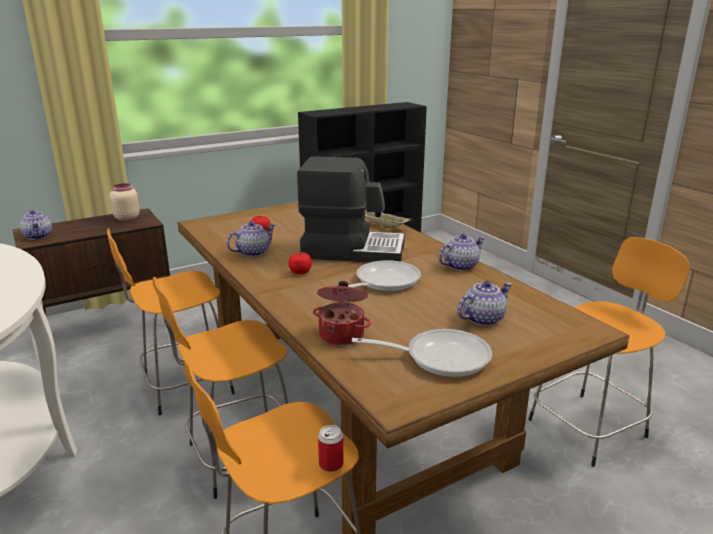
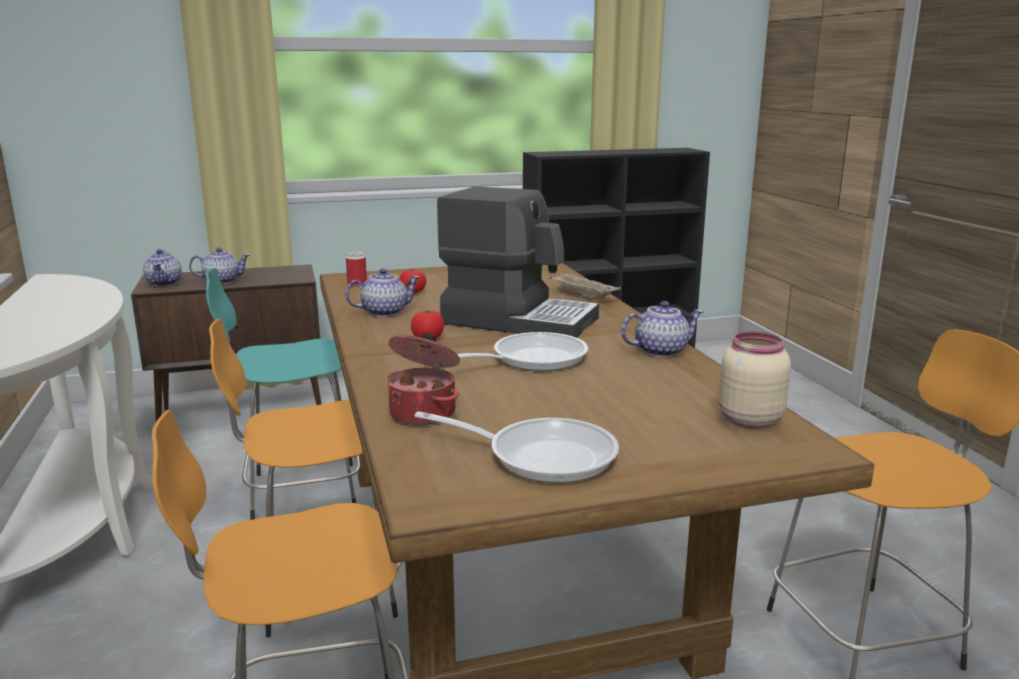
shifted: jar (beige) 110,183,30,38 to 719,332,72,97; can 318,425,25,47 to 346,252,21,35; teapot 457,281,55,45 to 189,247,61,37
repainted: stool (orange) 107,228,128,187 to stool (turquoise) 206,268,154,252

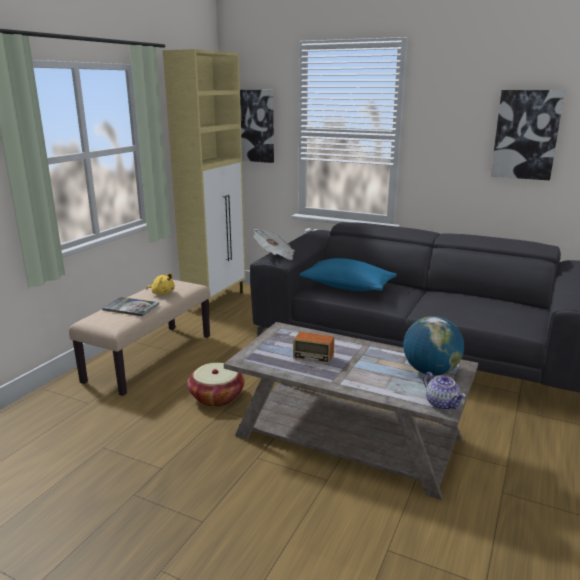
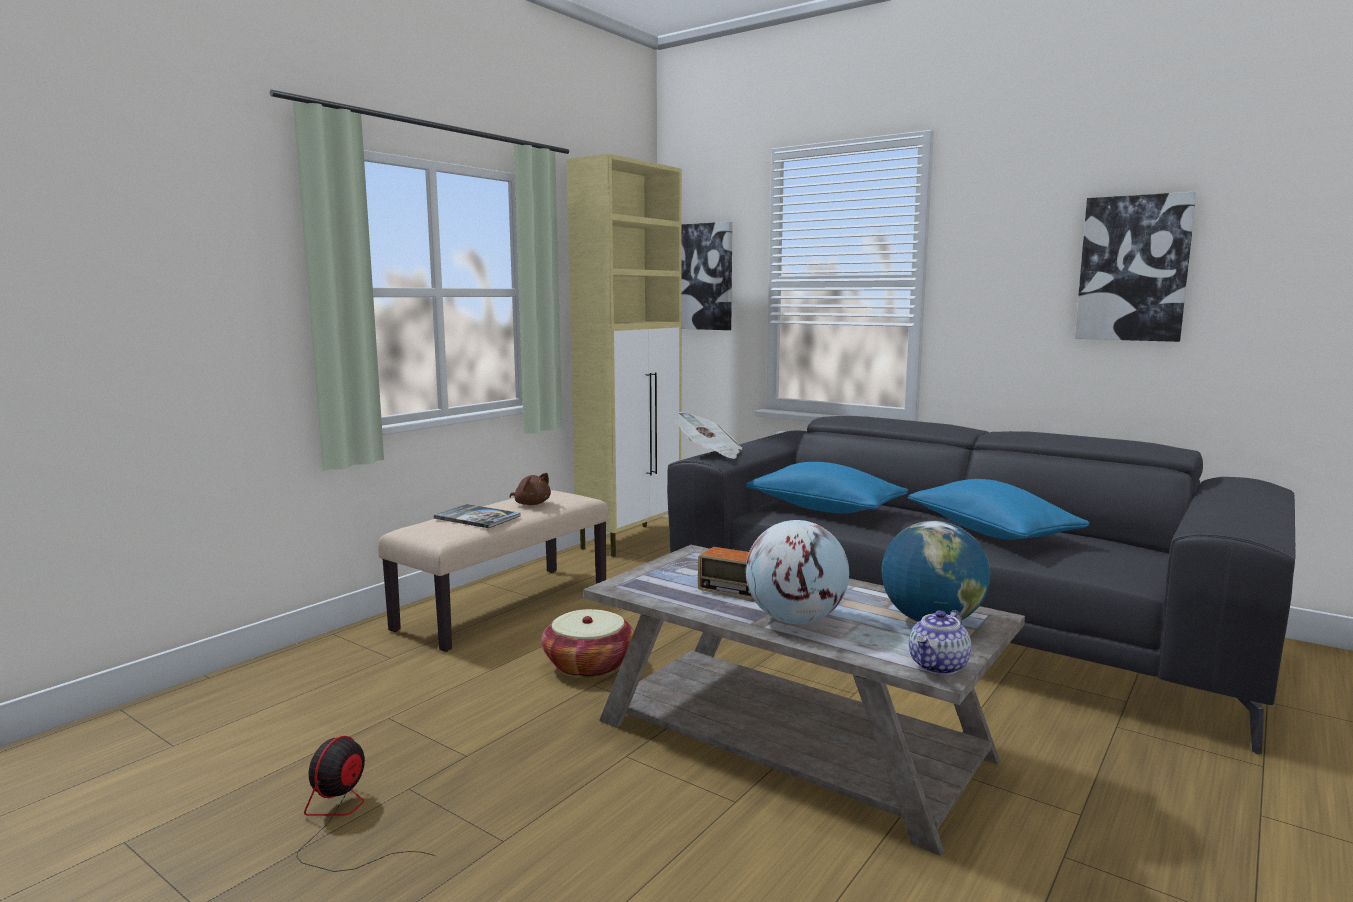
new: fan 297,736,138,136; globe 746,520,103,104; pillow (blue) 908,479,182,61
repainted: plush toy (yellow) 146,273,29,22 to plush toy (brown) 510,473,41,32
rotated: teapot 423,372,43,38 = 909,610,62,65 60 degrees clockwise

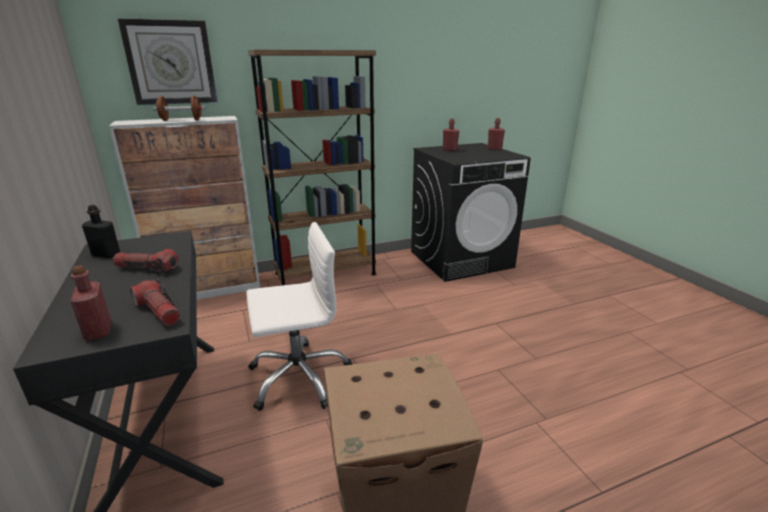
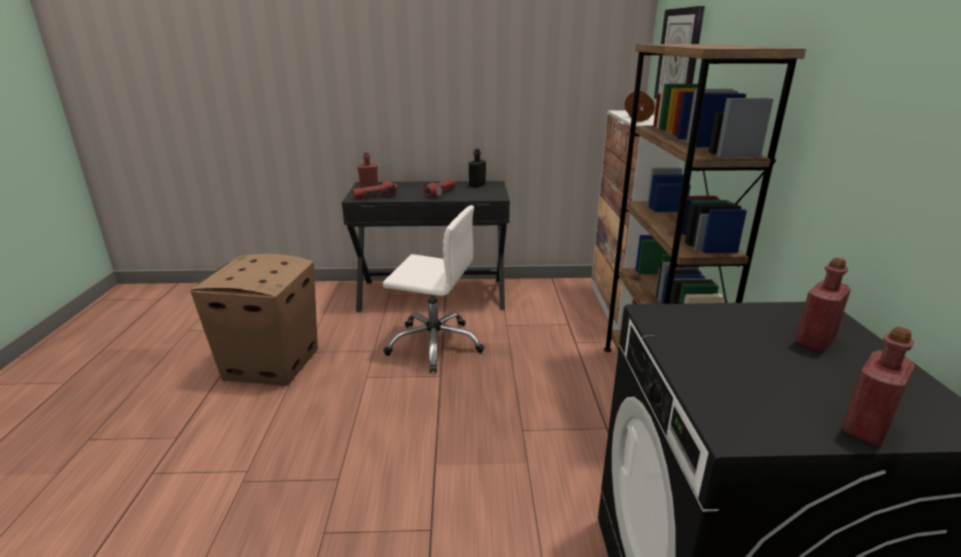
rotated: office chair (white) 246,222,106,189 = 383,205,102,168 75 degrees counterclockwise

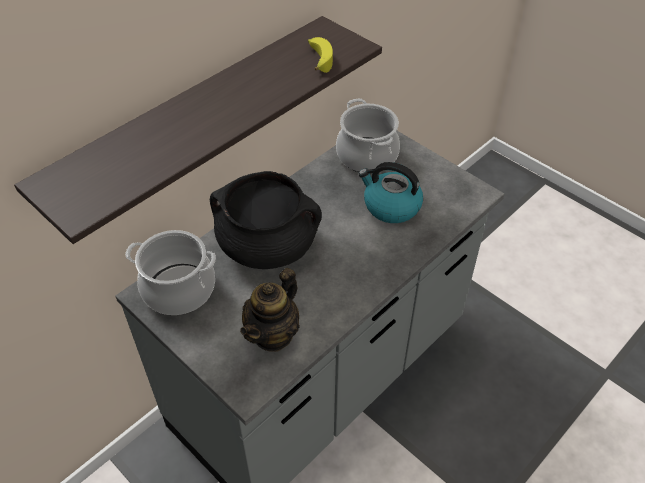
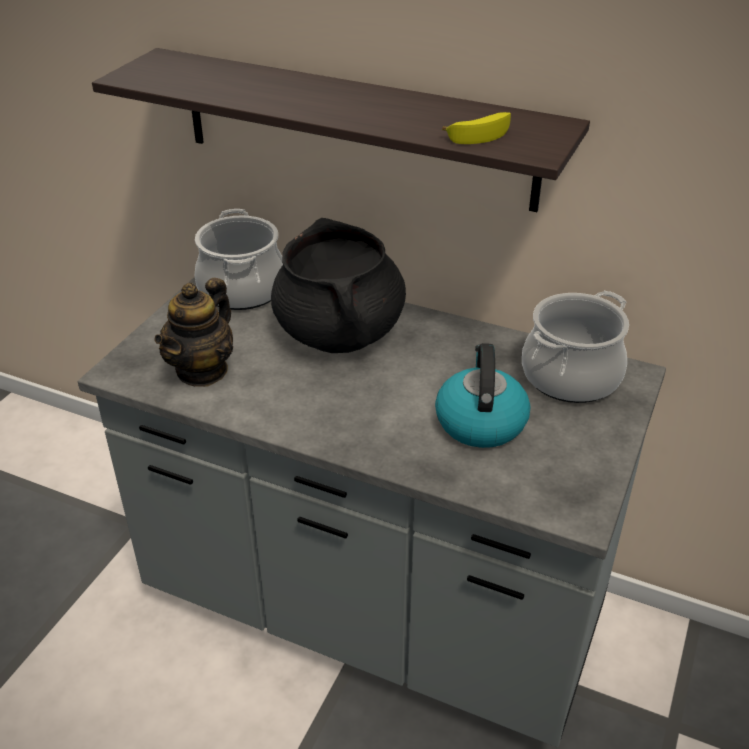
rotated: teapot 240,268,60,84 = 154,278,79,109 75 degrees counterclockwise

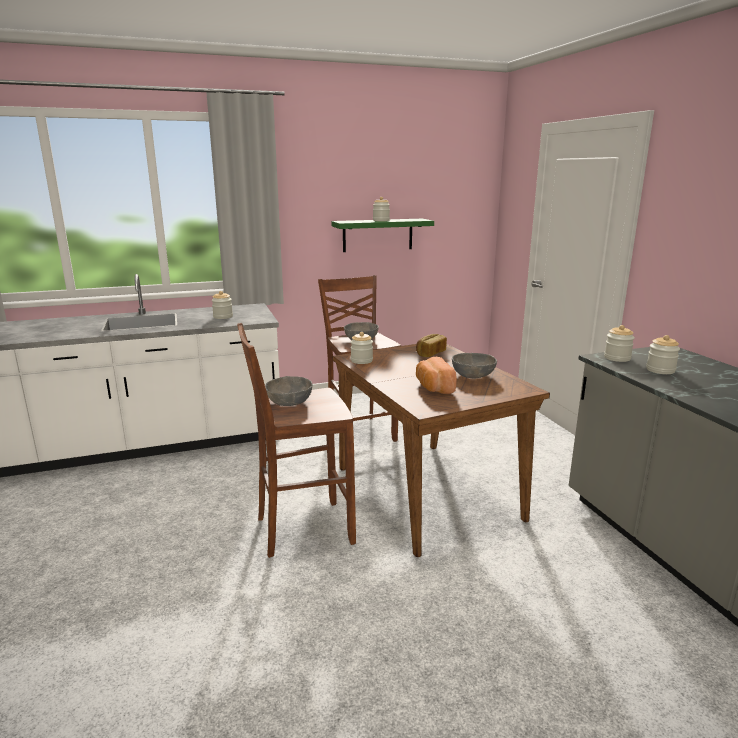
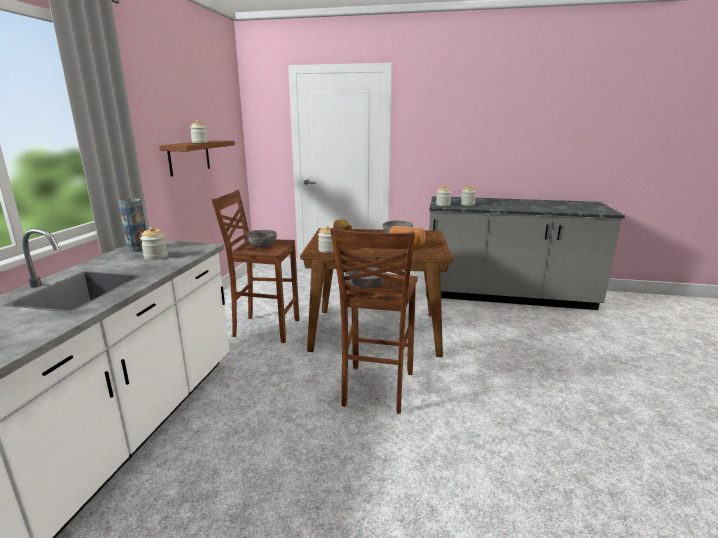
new: vase 118,199,28,53
repainted: shelf (green) 331,219,103,33 to shelf (brown) 159,140,76,36

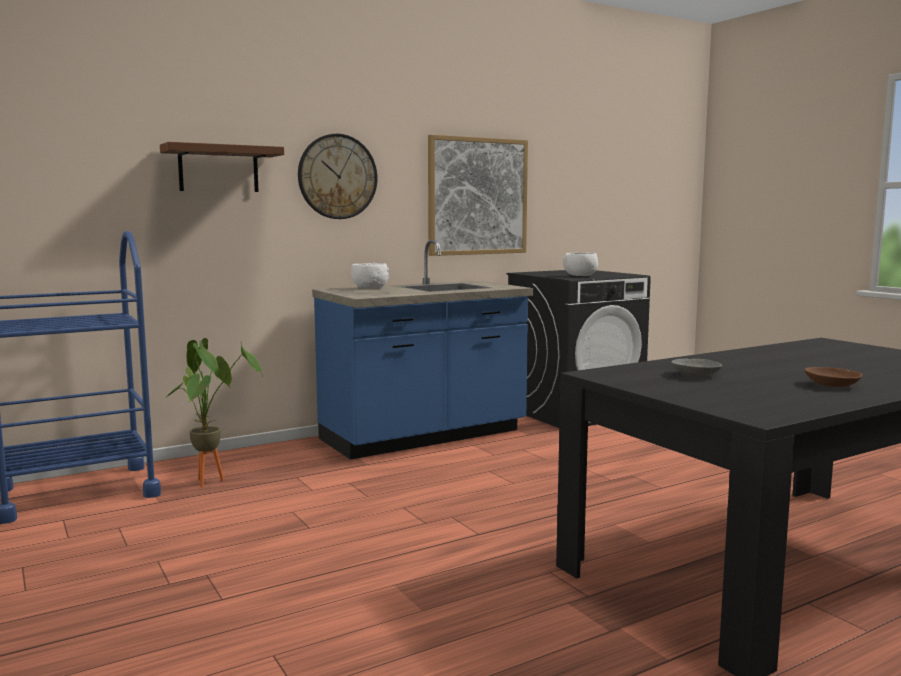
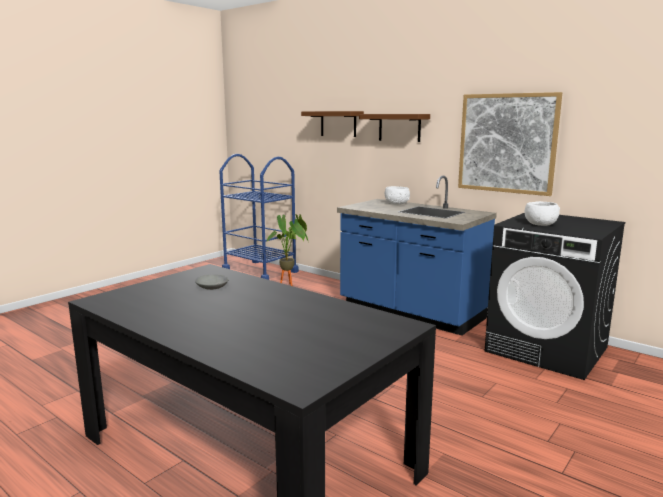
gone: bowl (brown) 805,367,57,20
swapped: wall clock 298,134,79,85 to shelf (brown) 359,114,71,28

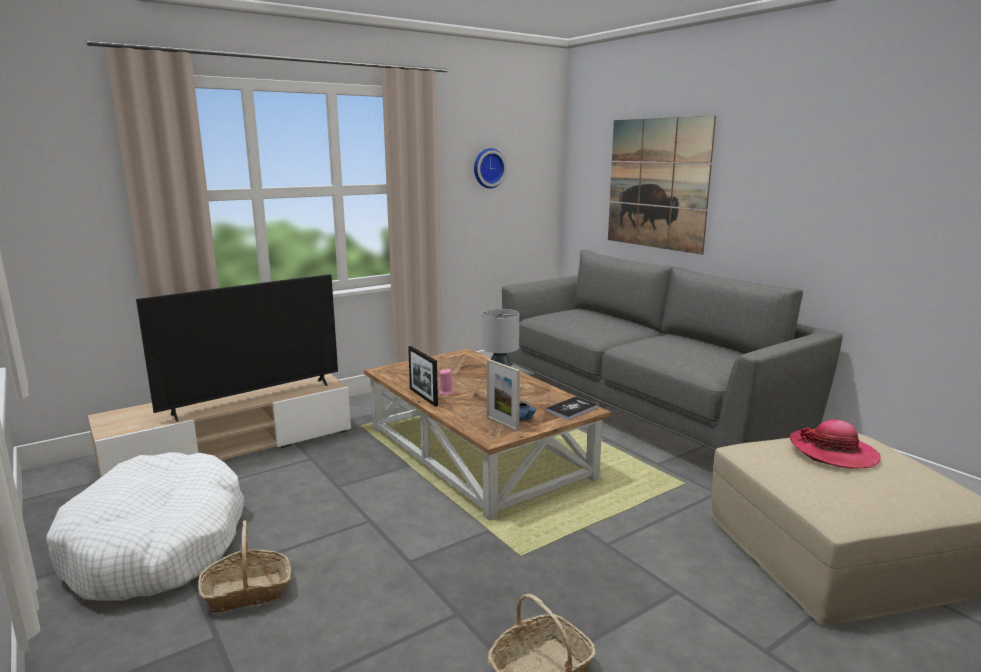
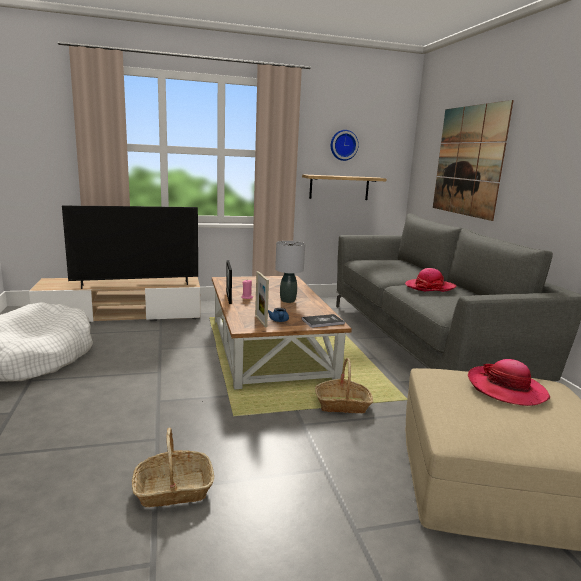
new: shelf 302,174,84,26; hat 405,268,52,24
shifted: basket 198,520,93,93 to 315,358,58,55

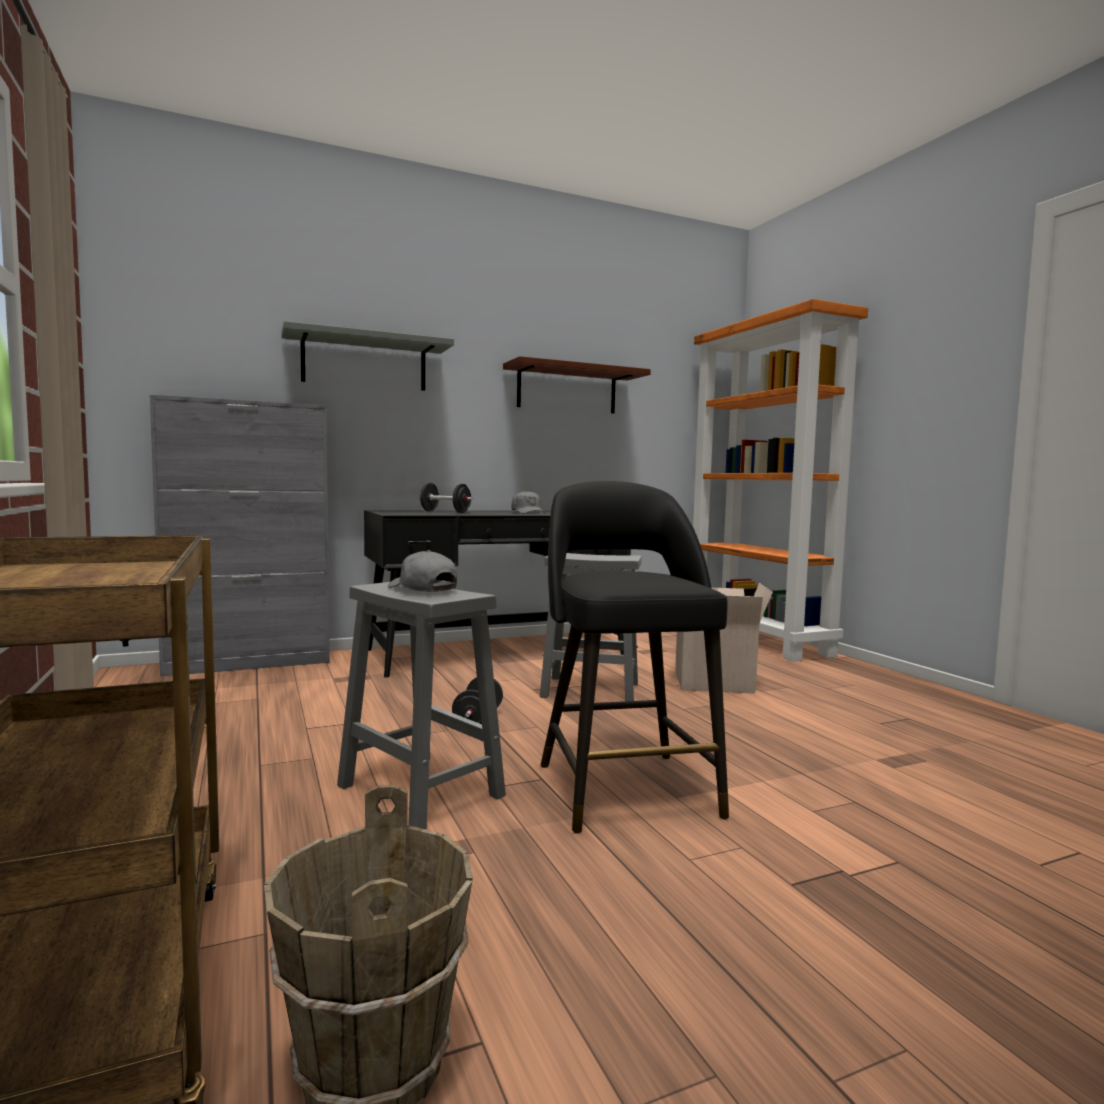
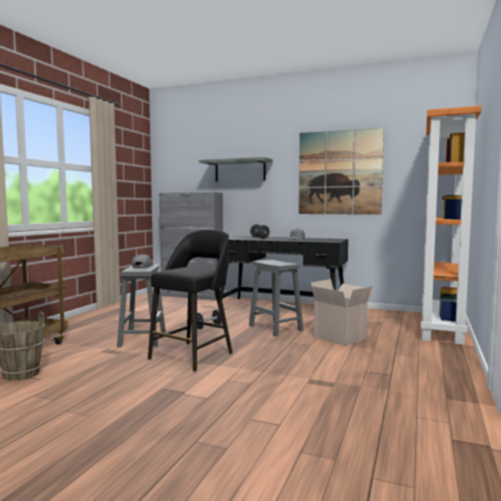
swapped: shelf (brown) 503,356,148,57 to picture 299,128,85,87

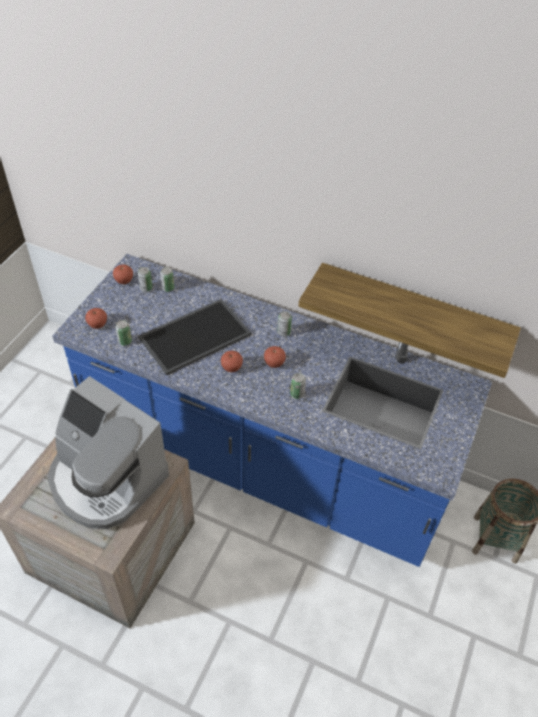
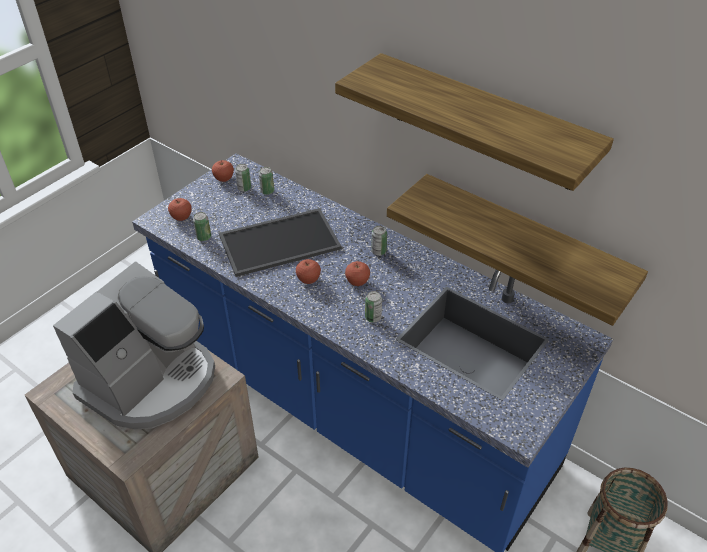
new: shelf 335,53,279,138
rotated: coffee machine 48,376,121,153 = 53,261,162,169 105 degrees counterclockwise

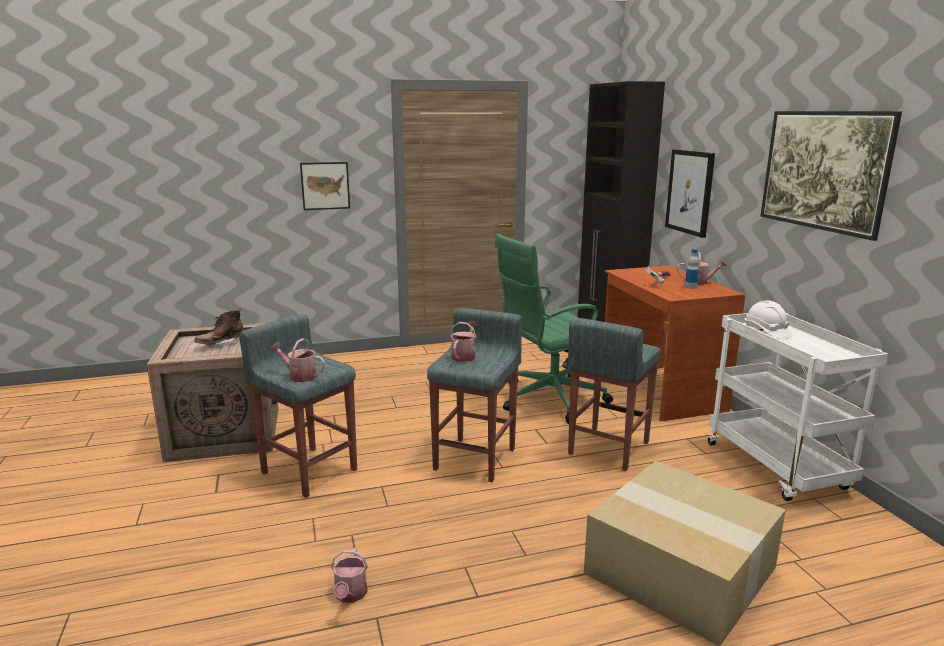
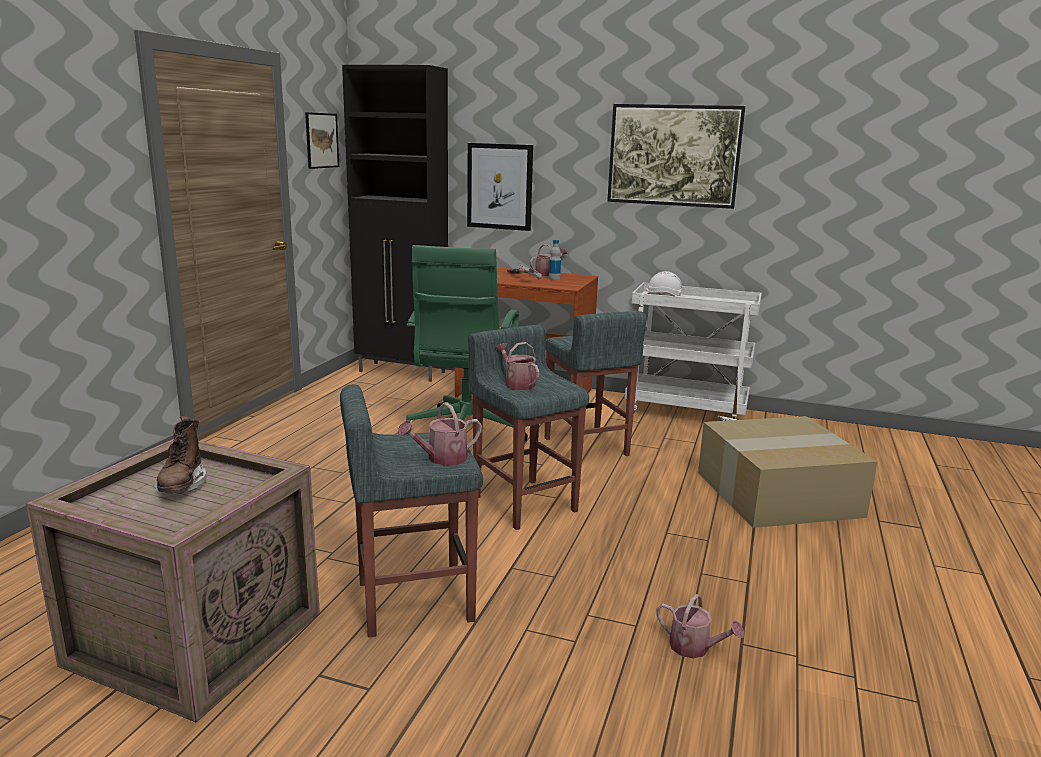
shifted: picture 300,162,50,48 to 305,112,34,57

